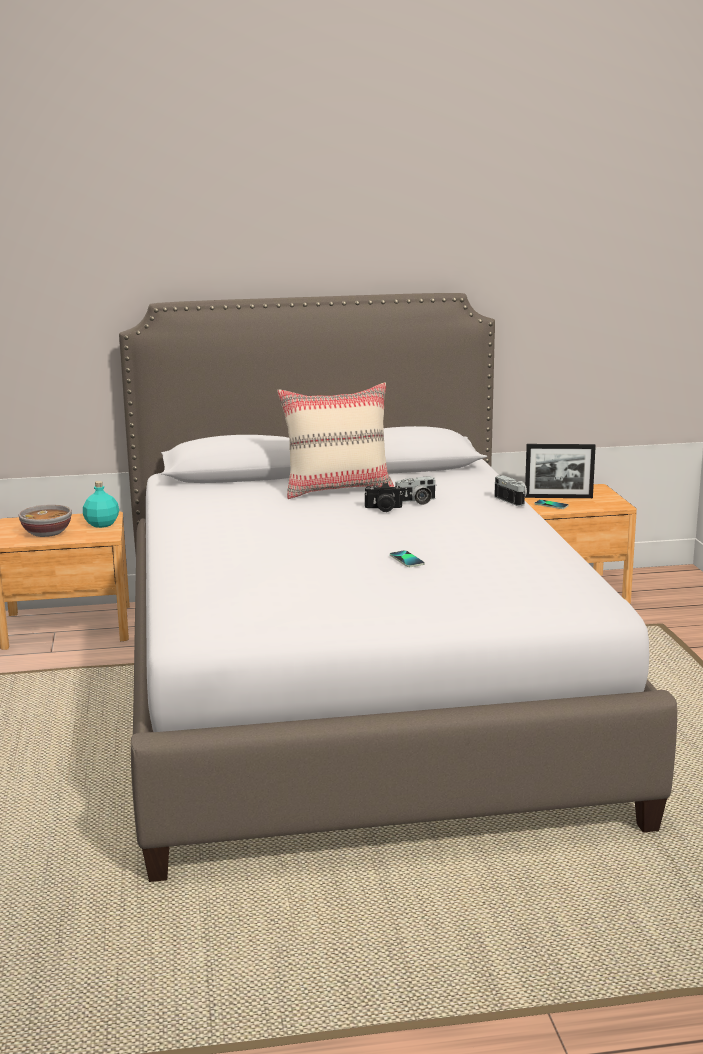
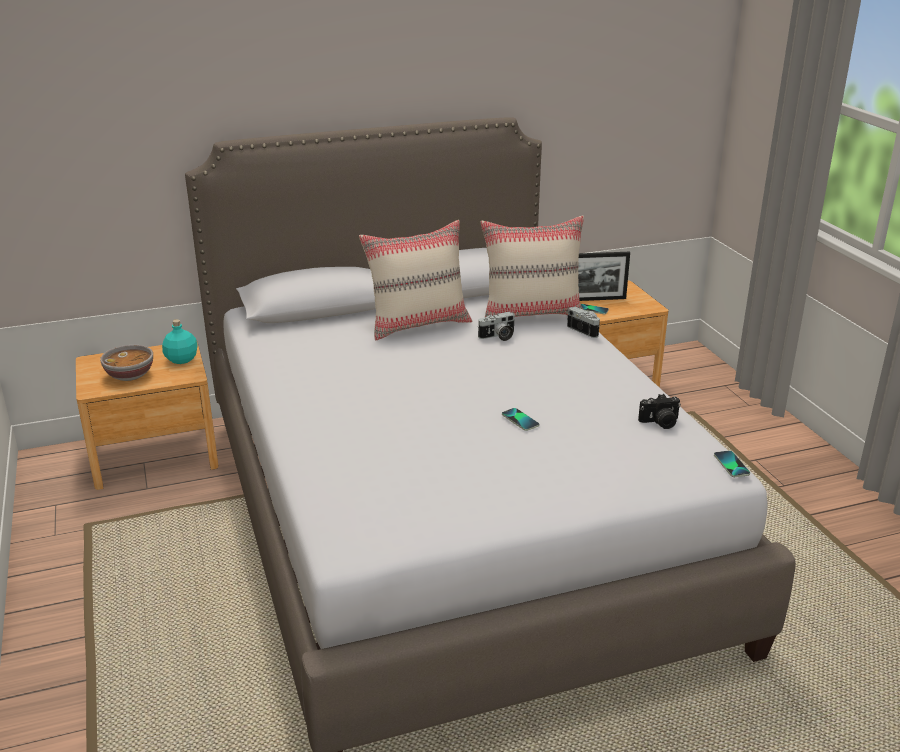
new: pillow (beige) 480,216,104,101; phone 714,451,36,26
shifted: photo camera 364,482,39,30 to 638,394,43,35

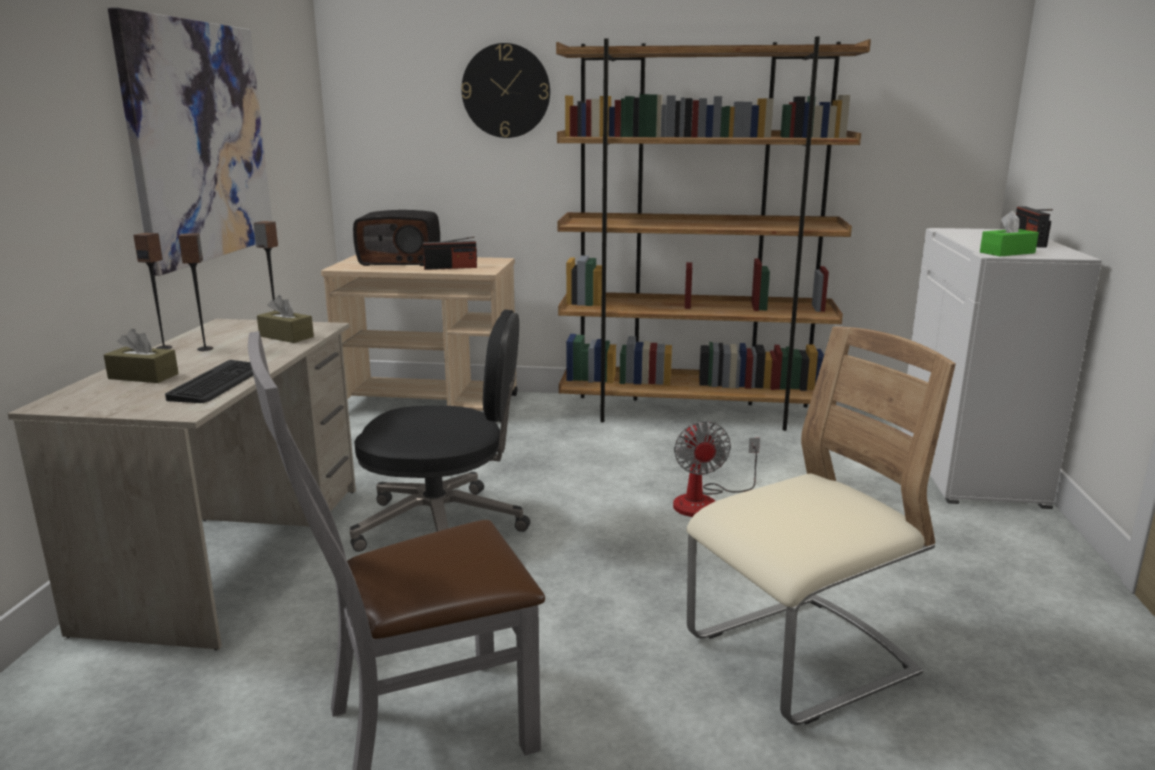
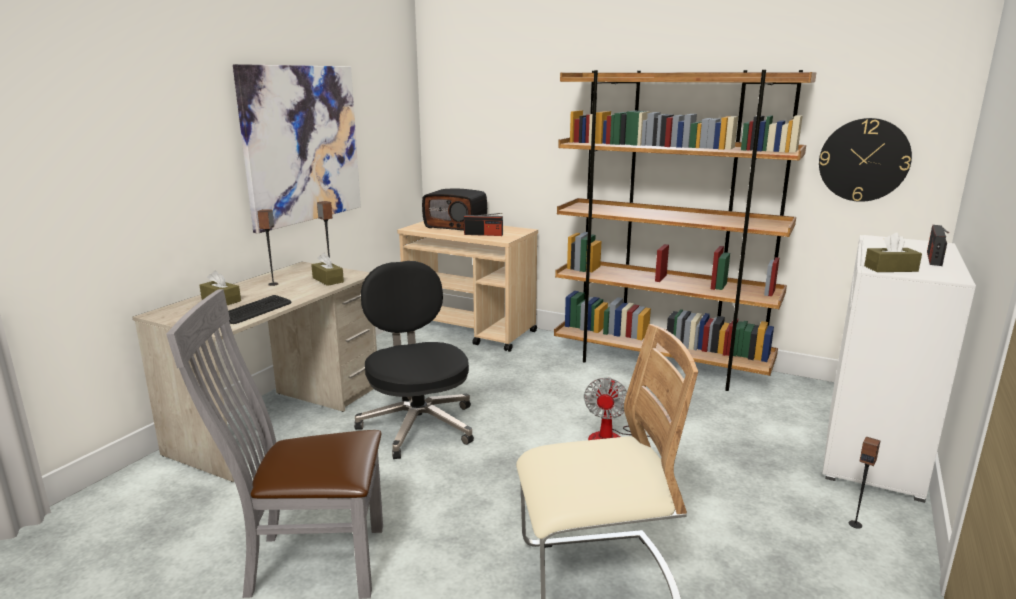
shifted: speaker 133,233,39,116 to 849,437,31,92; wall clock 461,43,89,95 to 819,118,93,84
repainted: tissue box (green) 980,211,59,45 to tissue box (brown) 864,233,58,39
rotated: office chair (black) 350,309,180,243 = 354,261,120,198 135 degrees counterclockwise

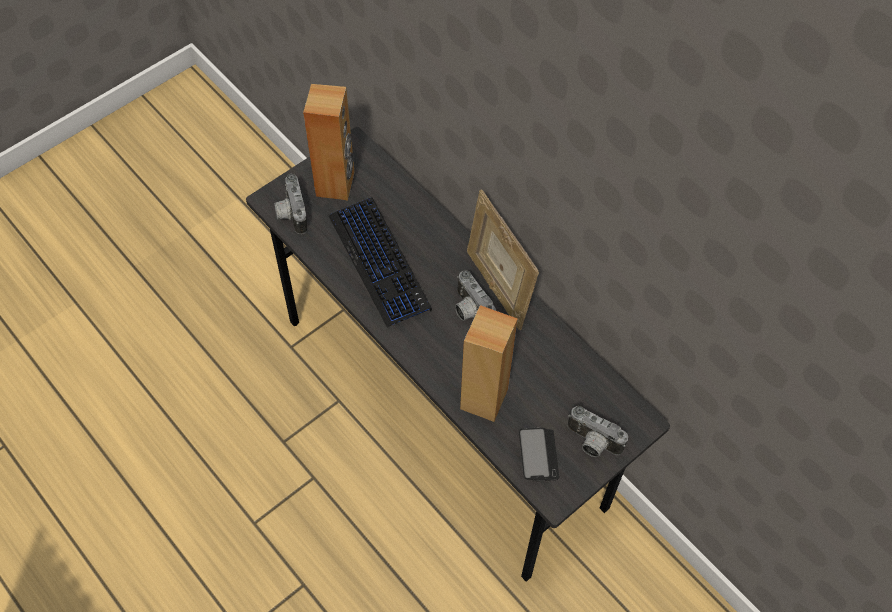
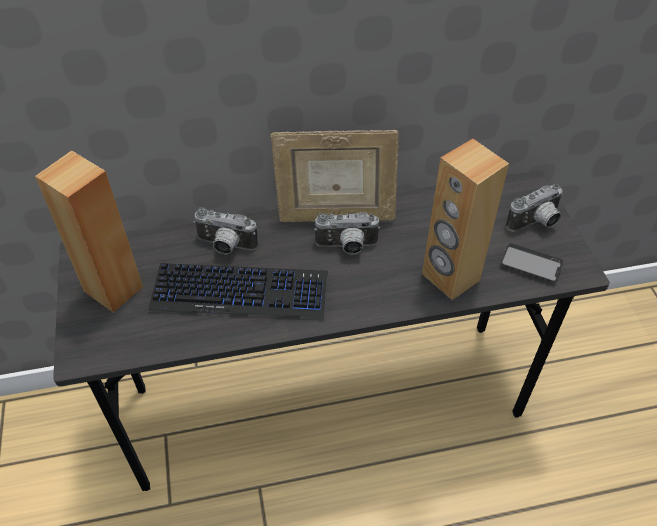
shifted: photo camera 274,174,33,61 to 193,207,65,47

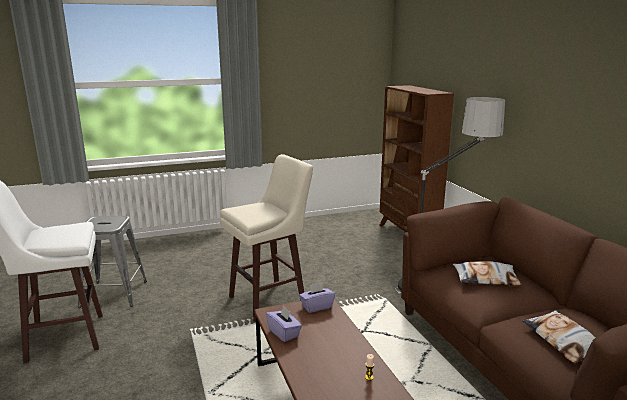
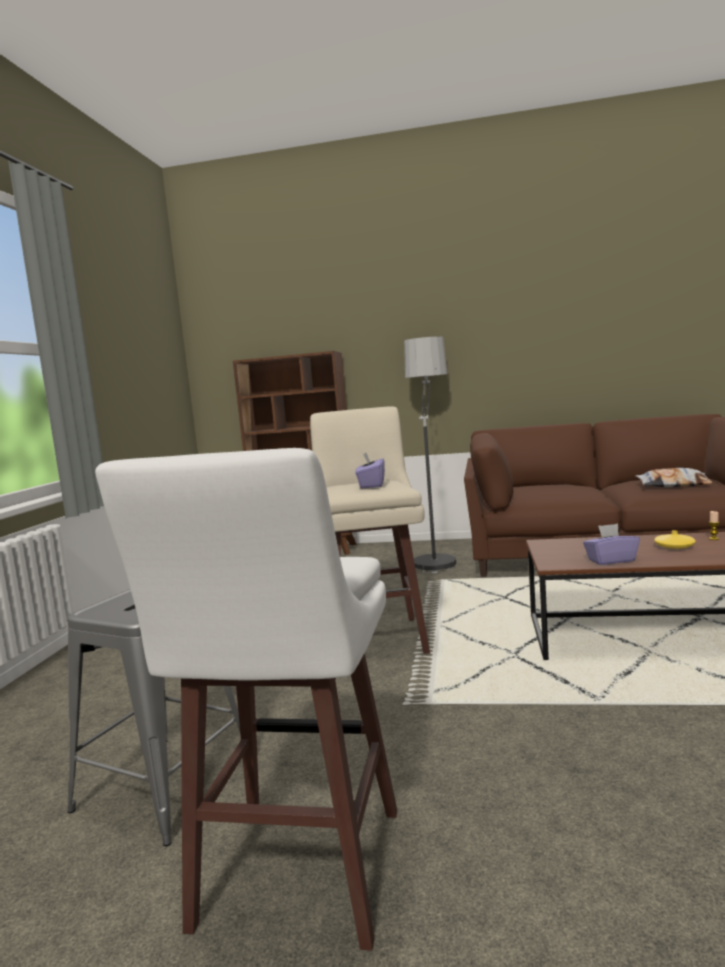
gone: pillow 453,261,69,24
new: vase (yellow) 654,530,42,19
shifted: tissue box (purple) 299,282,36,31 to 355,452,30,36

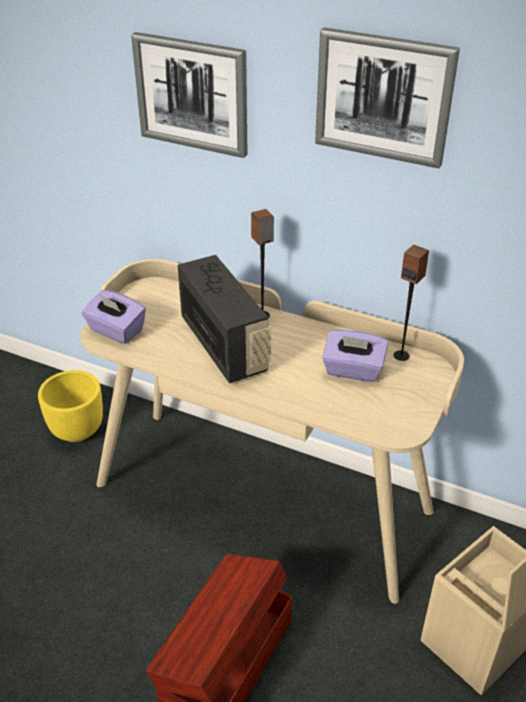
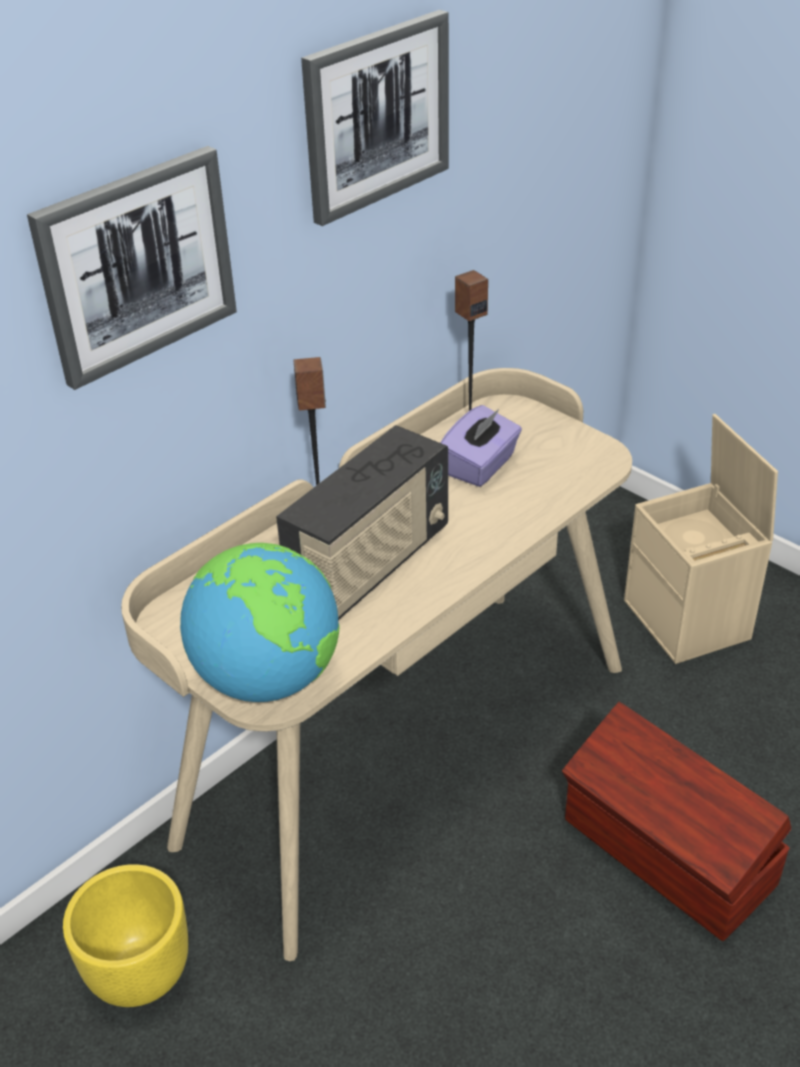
swapped: tissue box (purple) 82,290,64,54 to globe 180,543,160,159
rotated: radio 178,255,93,128 = 276,425,172,195 135 degrees clockwise

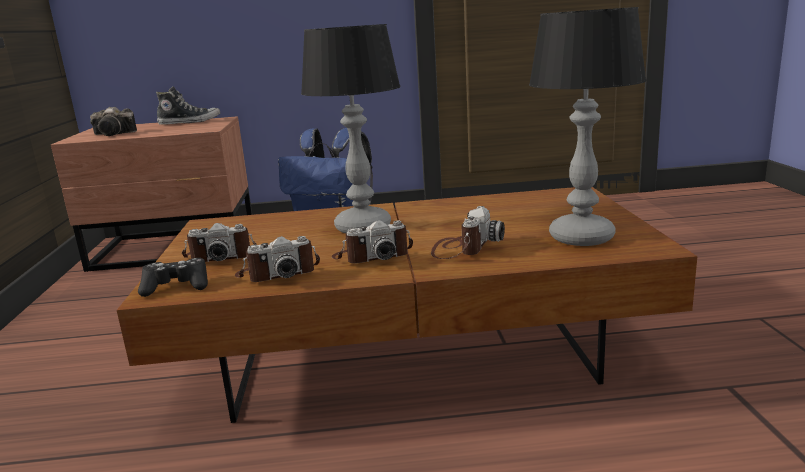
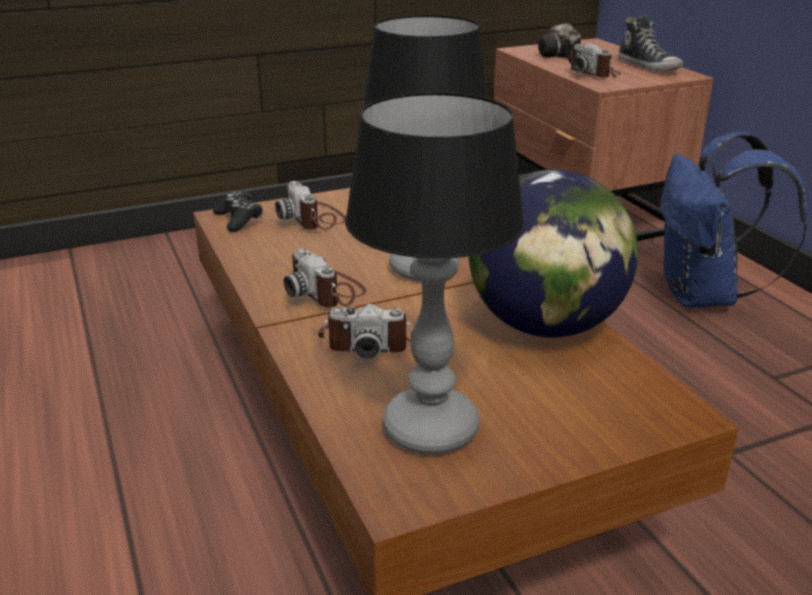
new: globe 469,170,169,168
shifted: photo camera 235,236,85,46 to 568,43,53,35

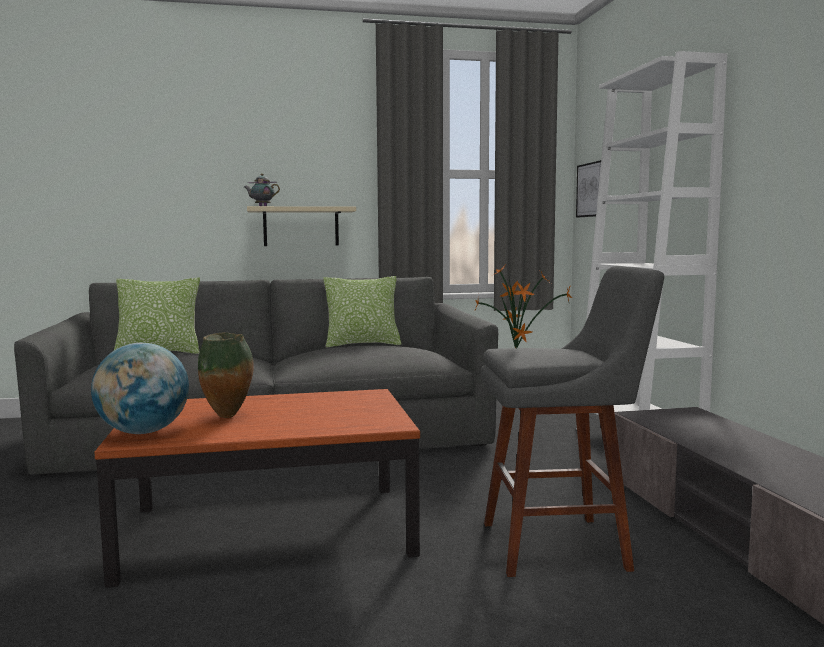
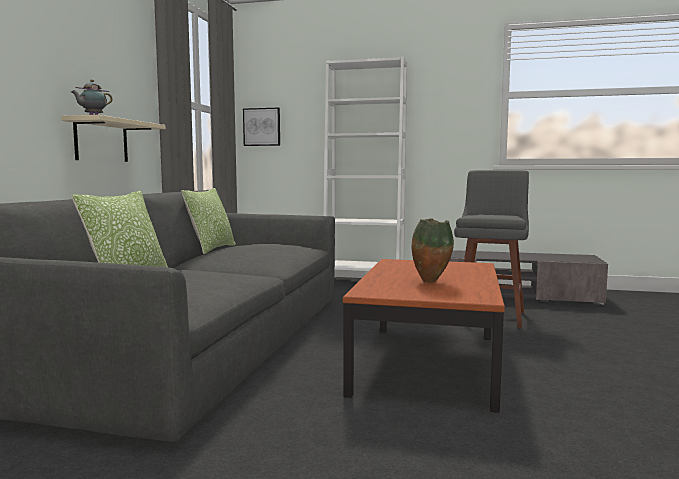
gone: globe 91,343,98,91; potted plant 474,263,98,85

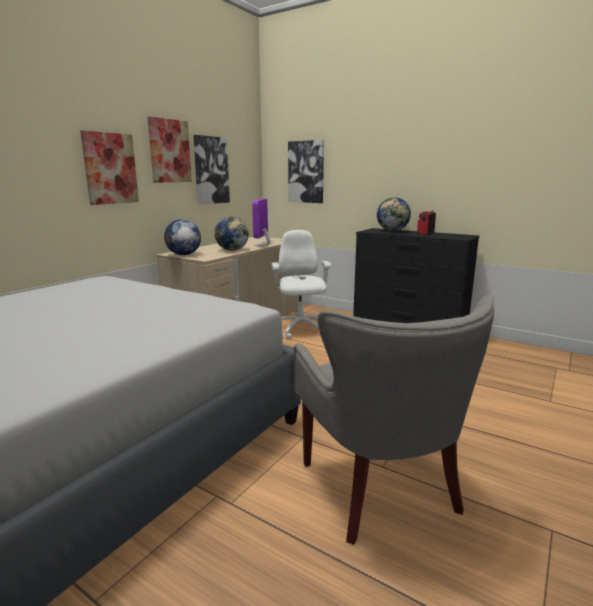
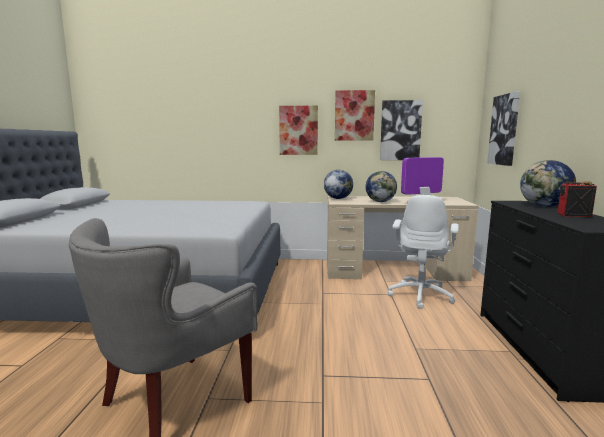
rotated: office chair (white) 271,230,60,109 = 388,195,71,114 150 degrees clockwise

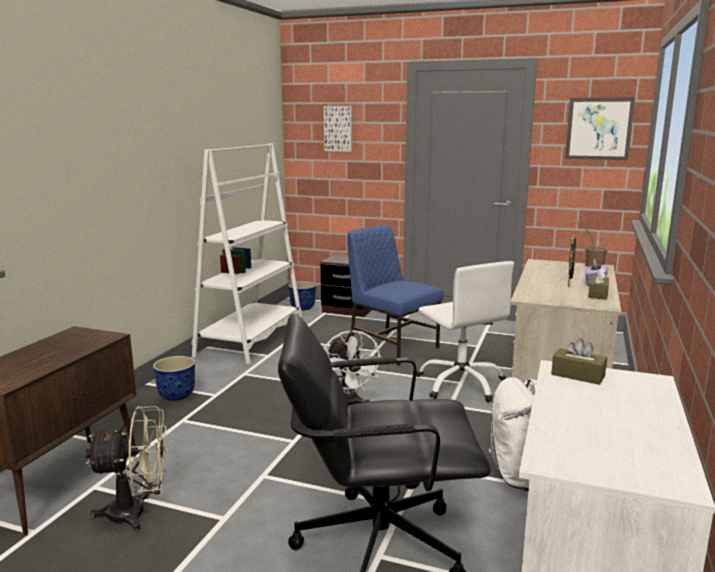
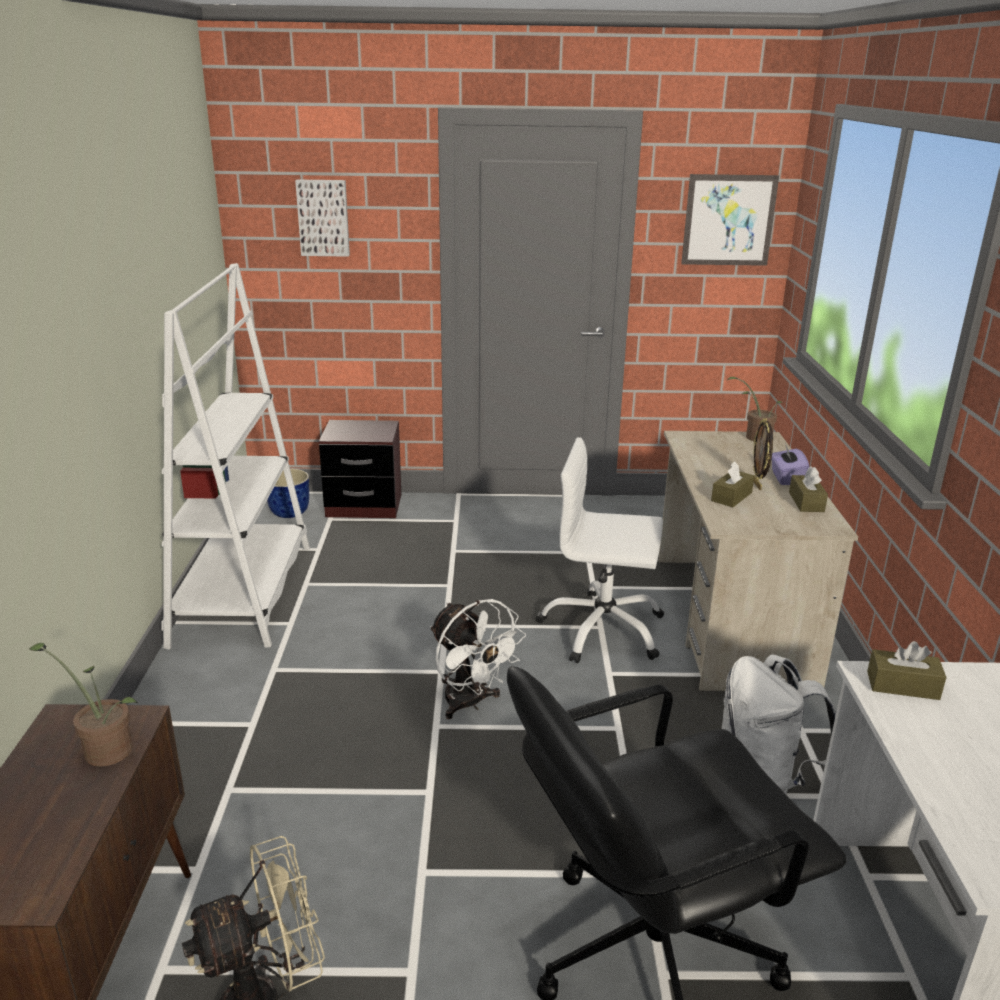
gone: planter 153,356,42,45; chair (blue) 347,225,96,141
new: potted plant 29,643,109,124; tissue box (brown) 711,461,43,46
rotated: office chair (white) 416,261,98,142 = 536,437,128,226 150 degrees clockwise

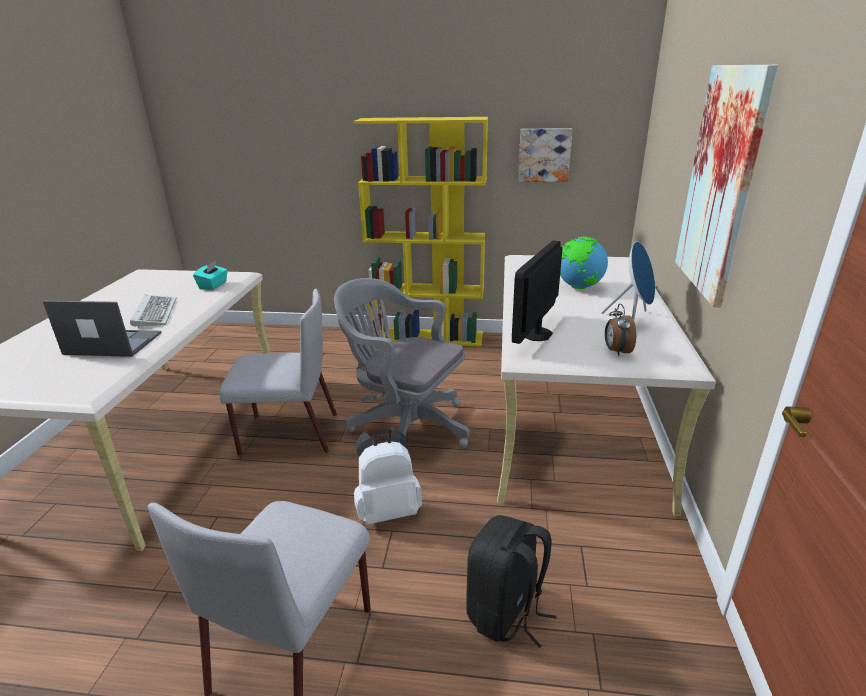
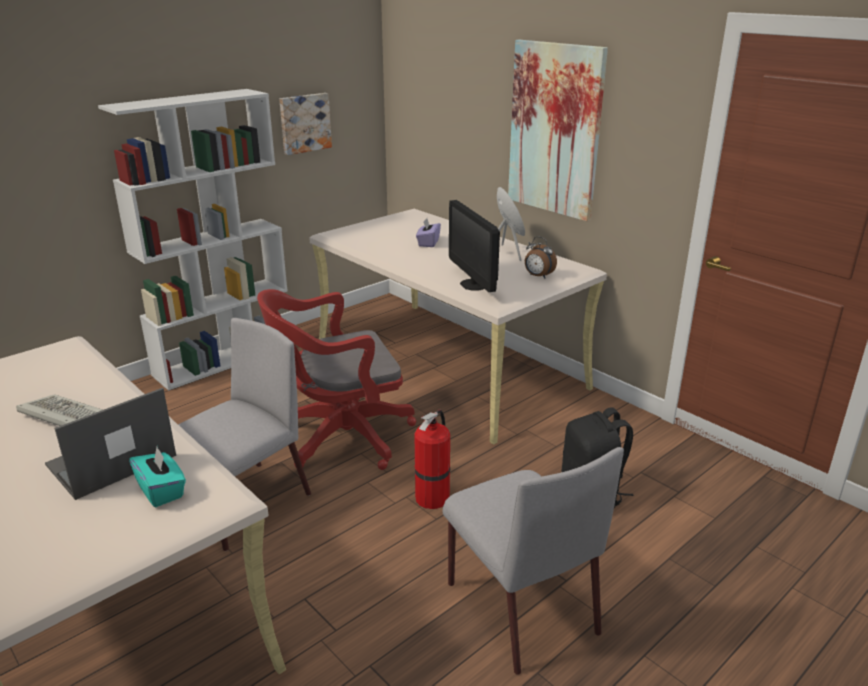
shifted: tissue box (turquoise) 193,261,35,29 to 129,447,57,60
swapped: backpack (white) 354,427,68,98 to fire extinguisher 414,409,36,100; globe 560,237,48,52 to tissue box (purple) 416,219,25,28
repainted: office chair (grey) 334,278,136,170 to office chair (red) 257,289,159,181; bookcase (yellow) 353,117,135,230 to bookcase (white) 98,89,190,302

